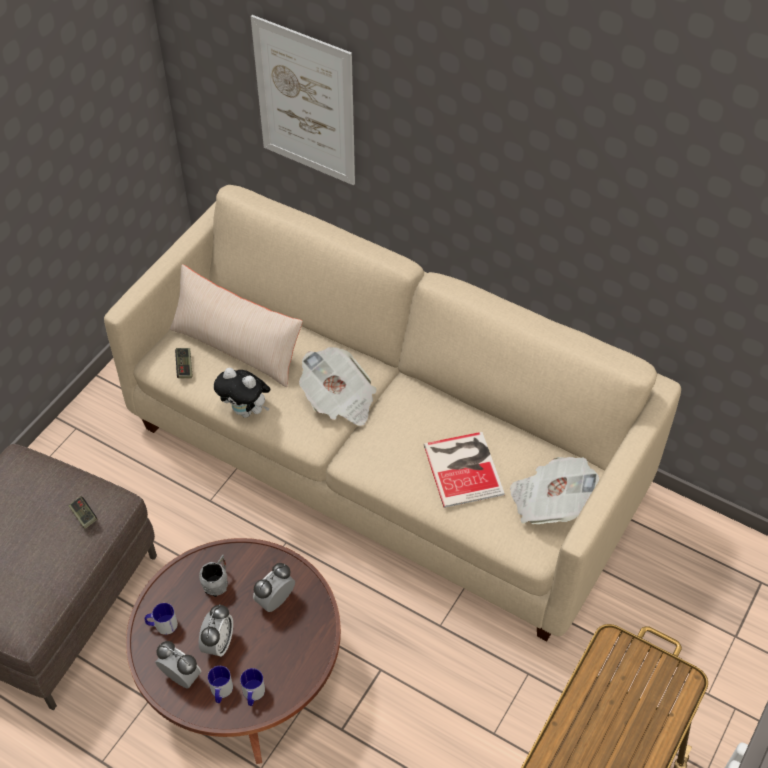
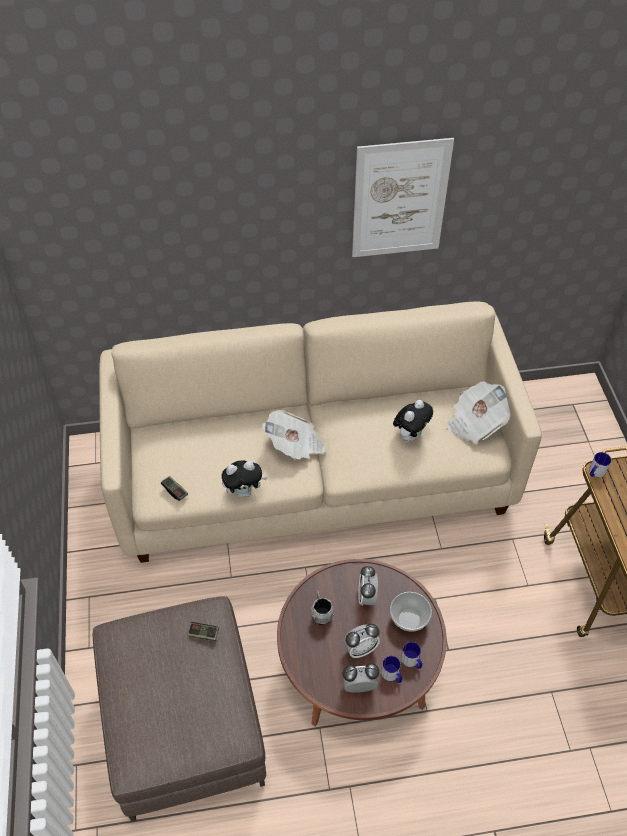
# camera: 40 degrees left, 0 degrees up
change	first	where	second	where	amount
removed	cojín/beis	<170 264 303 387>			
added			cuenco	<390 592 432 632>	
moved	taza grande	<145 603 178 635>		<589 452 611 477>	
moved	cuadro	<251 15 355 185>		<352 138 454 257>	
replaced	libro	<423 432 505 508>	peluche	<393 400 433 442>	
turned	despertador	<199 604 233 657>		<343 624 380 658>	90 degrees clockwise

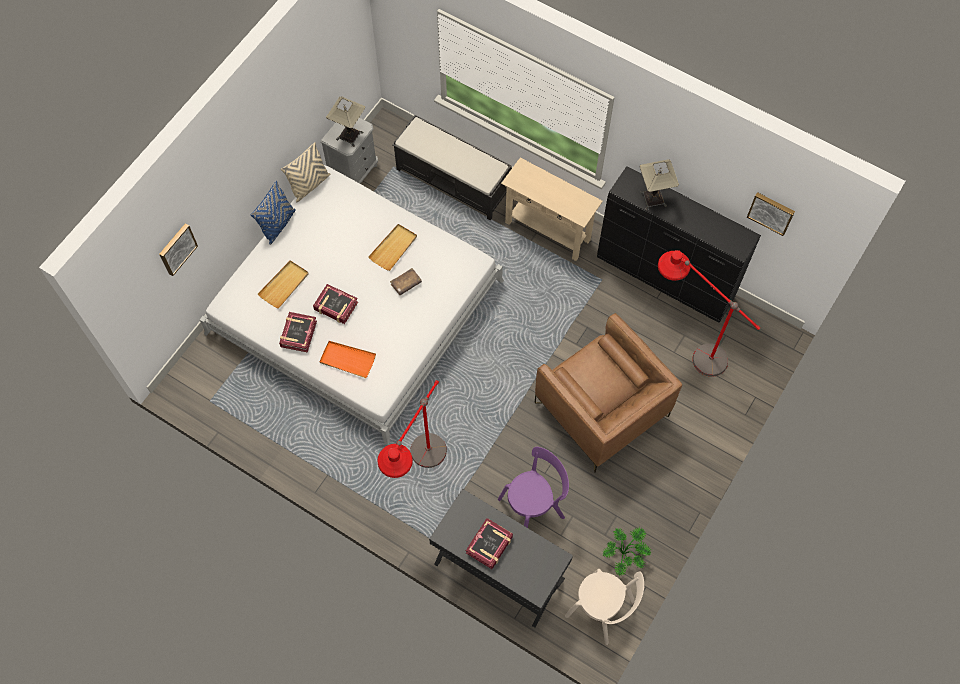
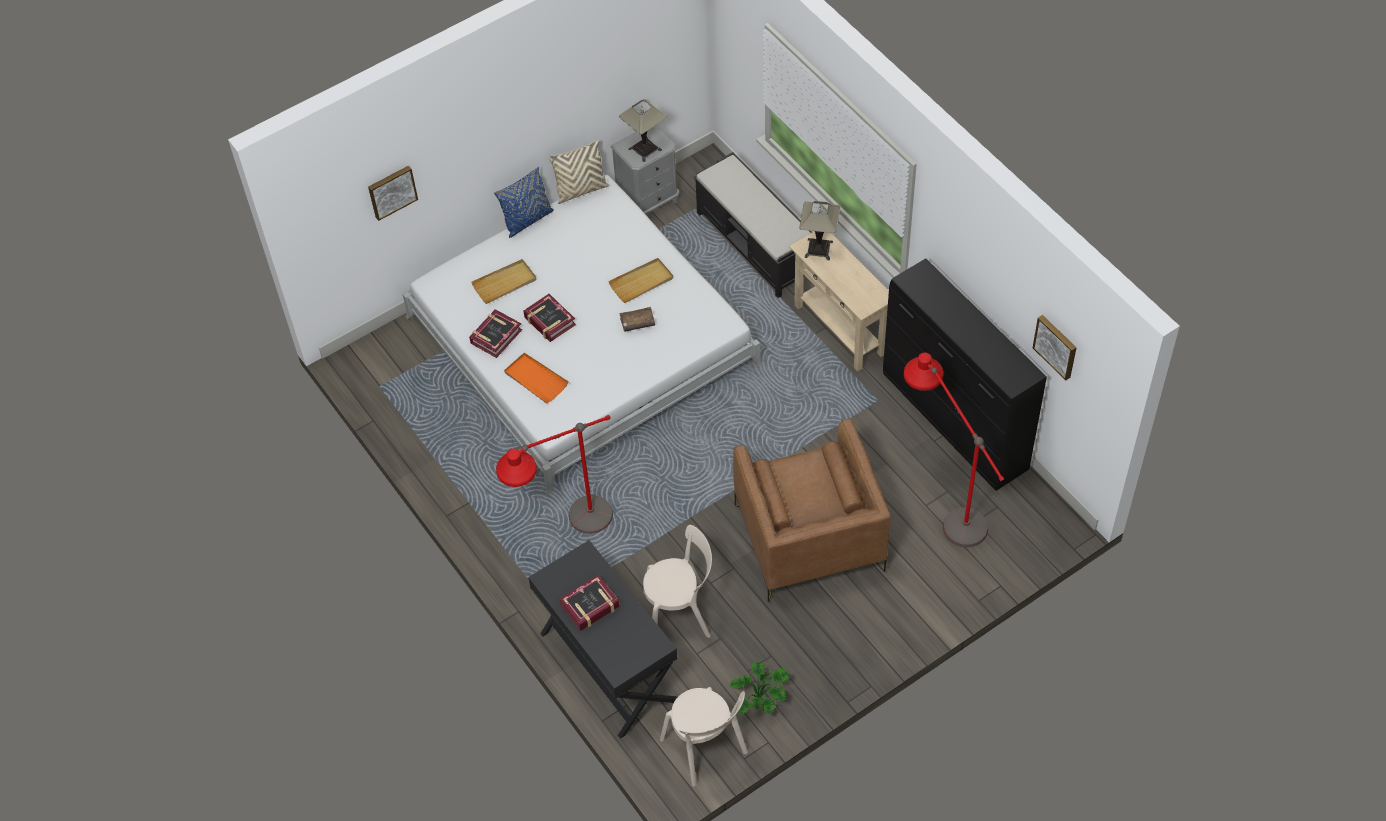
# camera: 25 degrees right, 10 degrees down
change	first	where	second	where	amount
moved	lámpara de mesa	<640 159 679 210>		<799 201 840 261>	
recoloured	silla/morado	<498 447 569 528>	silla/beis	<643 525 712 638>	

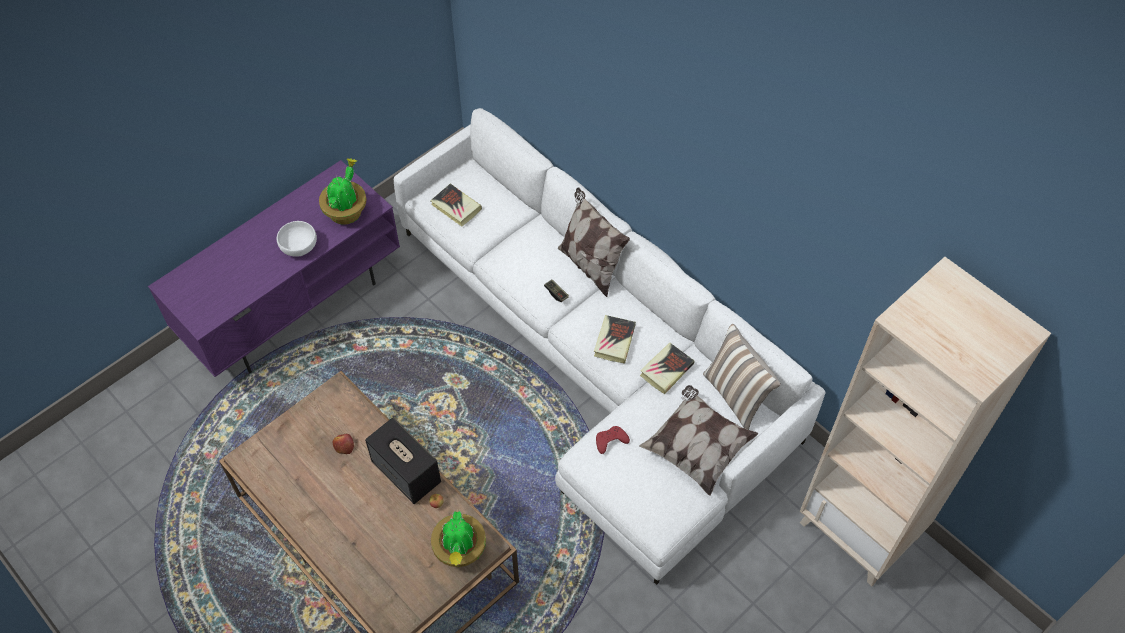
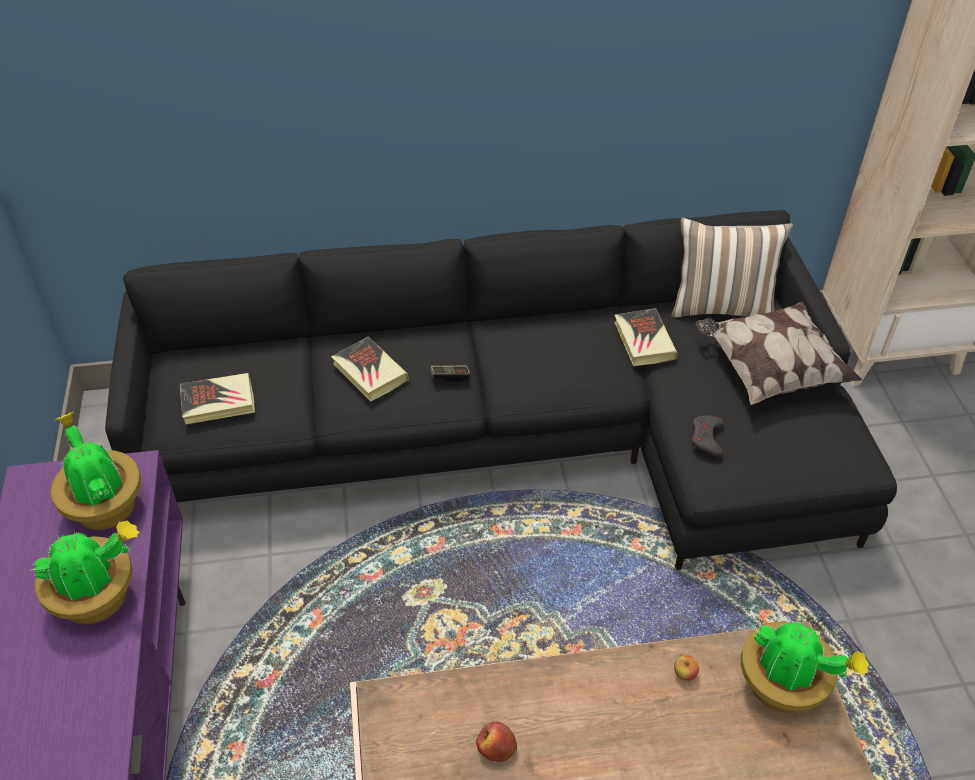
# camera: 55 degrees left, 10 degrees down
change	first	where	second	where	amount
removed	altavoz	<365 417 441 504>			
removed	cojín	<558 187 630 297>			
moved	libro	<594 315 636 364>		<331 336 409 402>	
replaced	cuenco/blanco	<277 221 317 257>	planta en maceta	<31 520 140 624>	
recoloured	sofá/blanco	<394 108 826 585>	sofá/negro	<105 210 897 570>	
recoloured	mando de consola/rojo	<596 426 630 454>	mando de consola/gris	<692 415 724 457>	

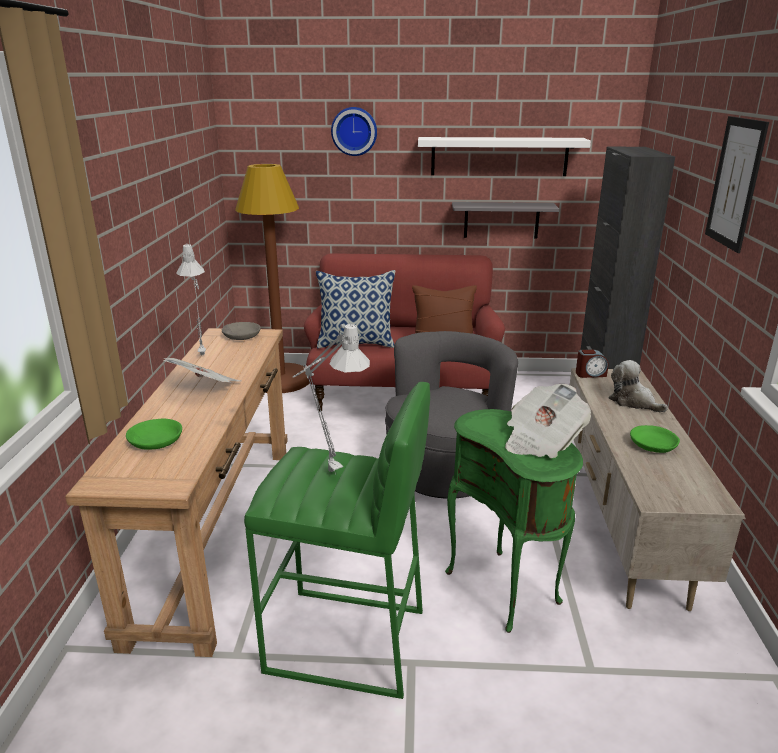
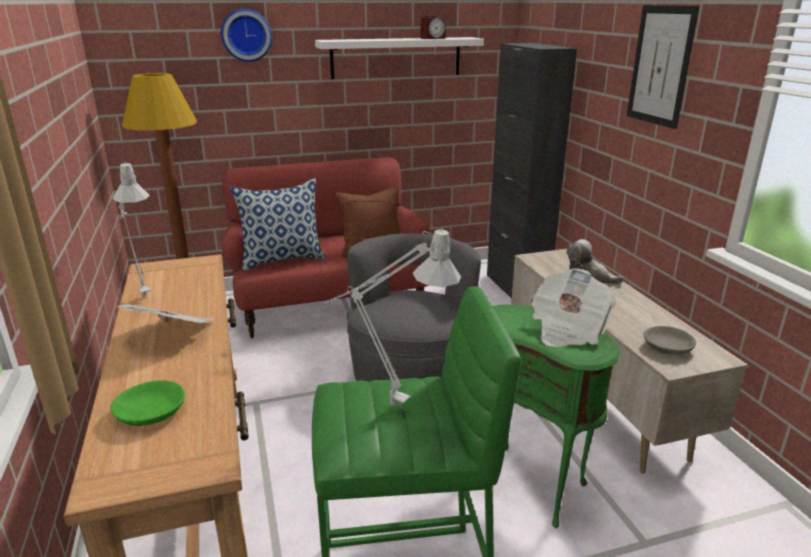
# camera: 20 degrees left, 0 degrees up
change	first	where	second	where	amount
removed	estante/gris	<452 202 559 238>			
removed	cuenco/verde	<630 425 680 453>			
moved	cuenco/gris	<222 322 261 340>		<644 326 696 355>	
moved	despertador	<576 349 608 378>		<421 16 446 39>	

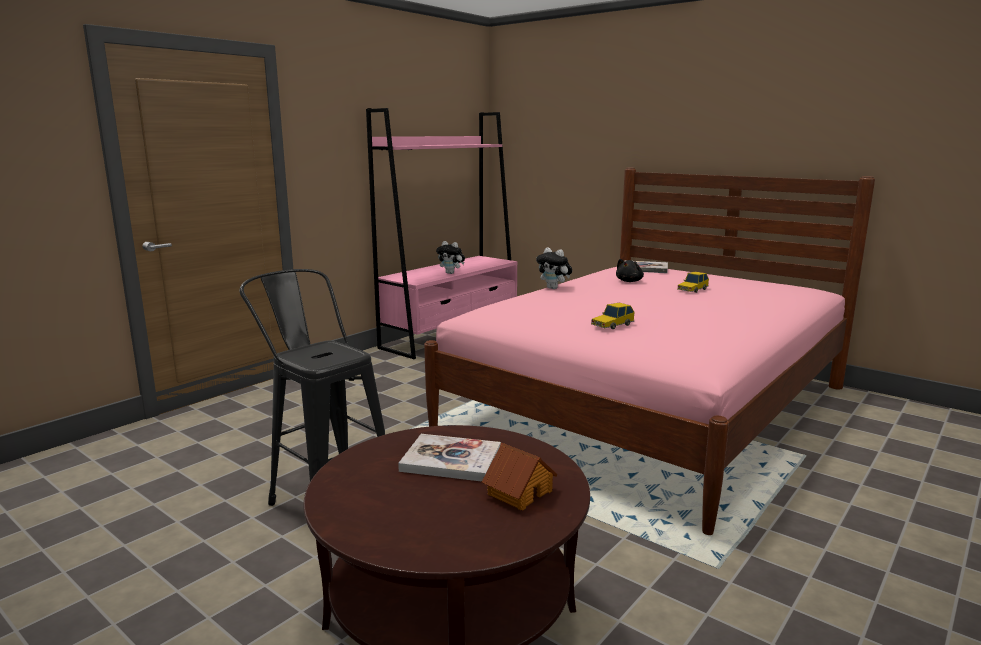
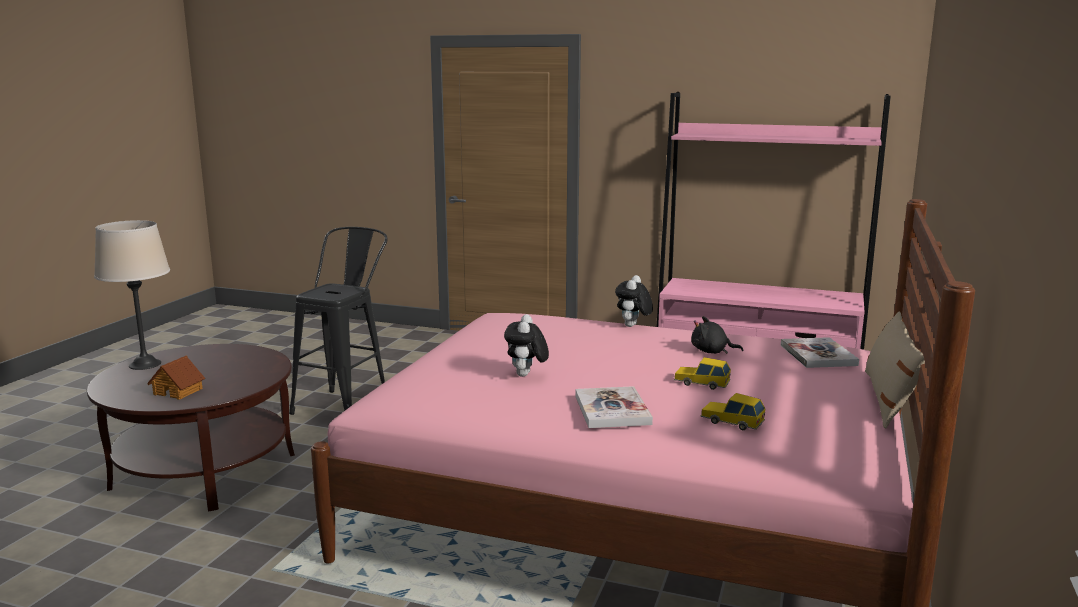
# camera: 70 degrees right, 0 degrees up
change	first	where	second	where	amount
added			lámpara de mesa/beis	<94 220 170 370>	
added			cojín/beis	<865 311 925 428>	
moved	libro	<398 434 501 482>		<575 386 653 428>	
moved	peluche	<436 241 465 274>		<504 314 549 377>	
moved	coche de juguete	<591 303 635 329>		<700 393 766 430>	

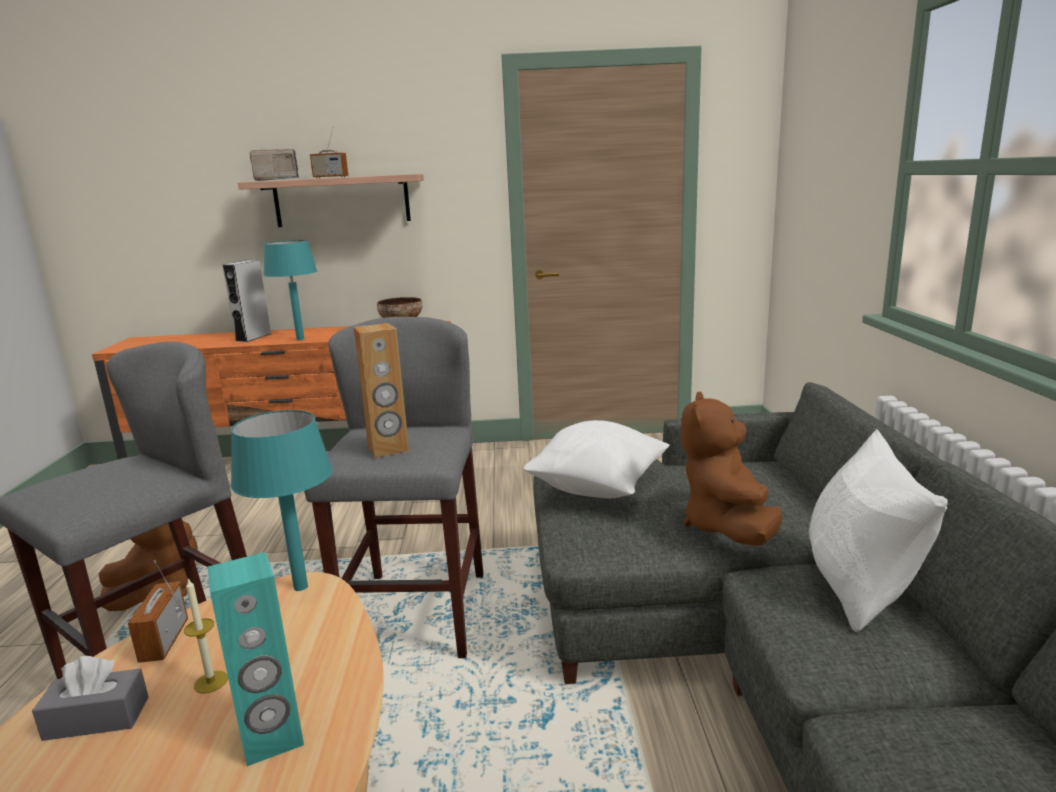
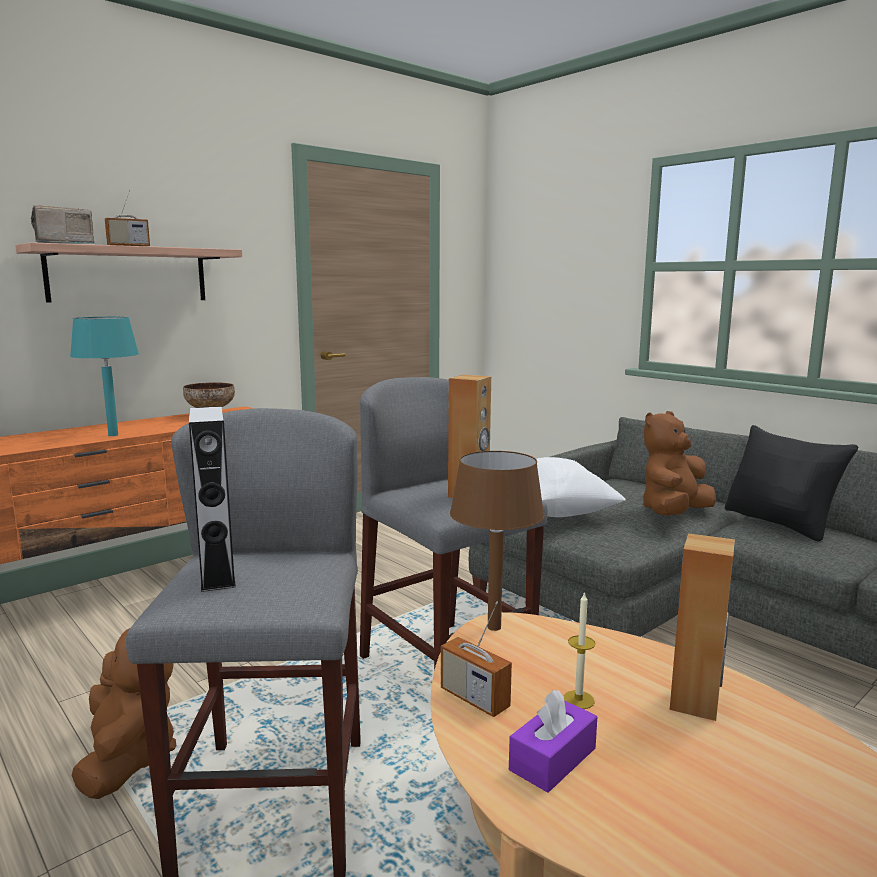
# camera: 40 degrees left, 5 degrees down
change	first	where	second	where	amount
moved	altavoz/gris	<223 260 271 342>		<189 407 236 592>	
recoloured	caja de pañuelos/gris	<32 656 149 741>	caja de pañuelos/morado	<509 689 597 793>	
recoloured	altavoz/turquesa	<207 552 304 766>	altavoz/marrón	<670 533 735 721>	
recoloured	lámpara de mesa/turquesa	<231 410 332 591>	lámpara de mesa/marrón	<450 451 545 631>	
recoloured	cojín/blanco	<809 429 948 632>	cojín/negro	<725 425 858 541>	
turned	peluche/marrón	<681 392 783 546>		<643 411 716 516>	75 degrees clockwise

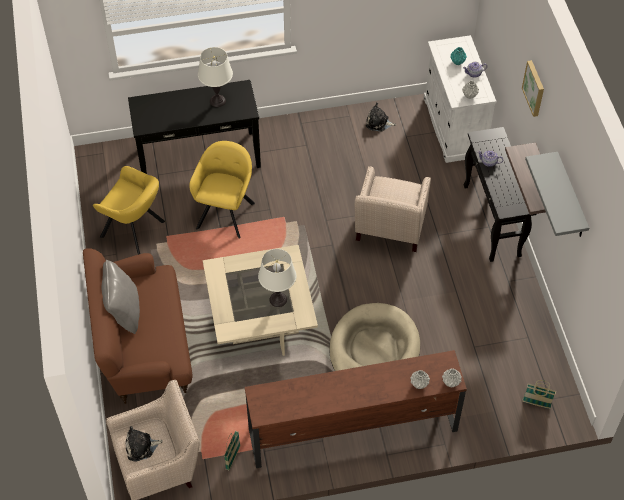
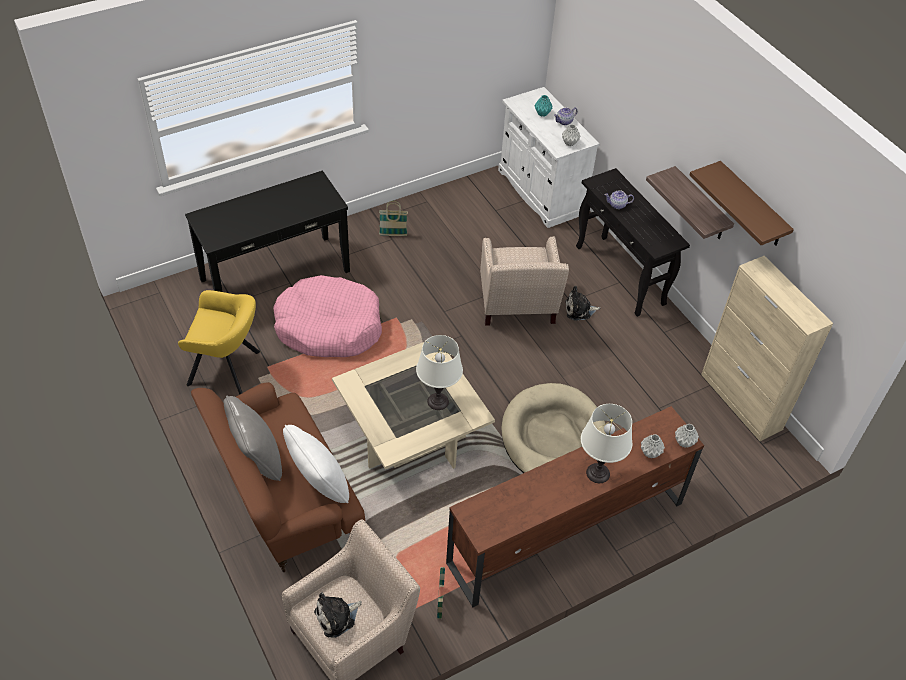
# camera: 20 degrees left, 5 degrees down
change	first	where	second	where	amount
removed	cuadro	<522 60 544 117>			
added			cojín/blanco	<283 425 349 503>	
added			armario/beis	<701 256 833 441>	
moved	lámpara de mesa/blanco	<198 47 233 107>		<581 404 632 483>	
moved	peluche	<366 102 396 132>		<565 286 600 320>	
moved	cesta	<522 380 556 409>		<379 201 408 236>	
replaced	sillón/amarillo	<189 141 255 239>	cama para perro/rosa	<273 275 382 357>	
recoloured	estante/gris	<525 152 589 237>	estante/marrón	<689 161 794 246>	

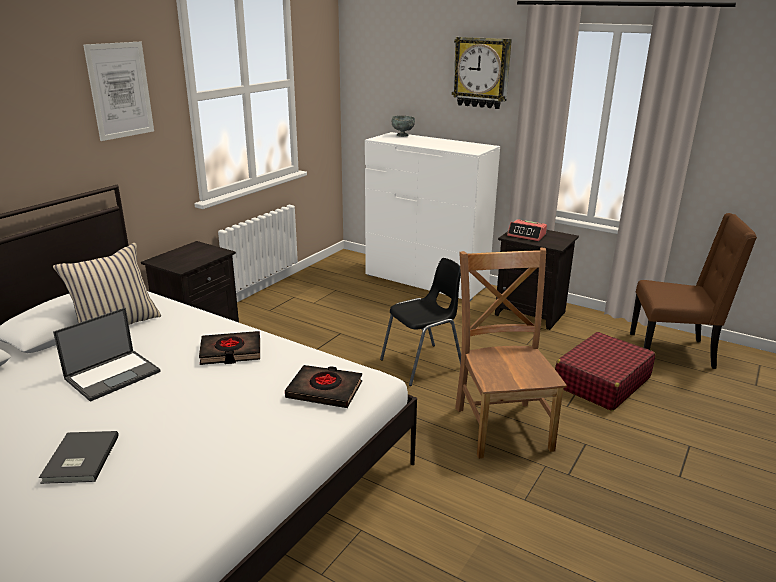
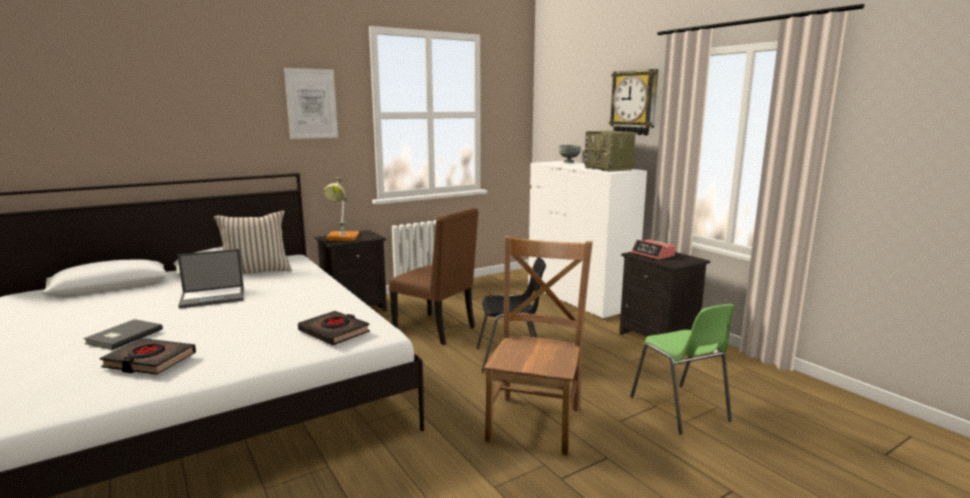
# camera: 25 degrees right, 10 degrees down
change	first	where	second	where	amount
added			lámpara de mesa	<324 177 359 241>	
added			radio	<584 131 636 172>	
moved	libro/negro	<199 331 260 365>		<100 338 196 375>	
moved	silla/marrón	<630 213 757 369>		<389 208 479 345>	
replaced	maleta/rojo	<555 332 656 411>	silla/verde	<630 304 735 434>	

